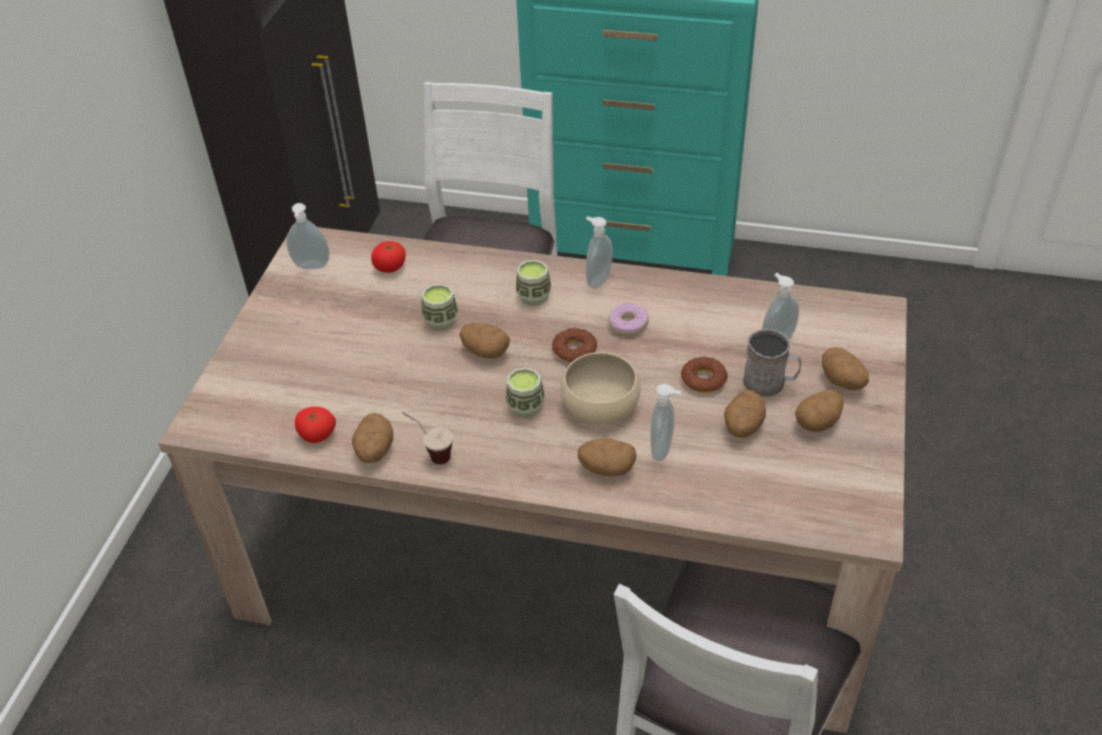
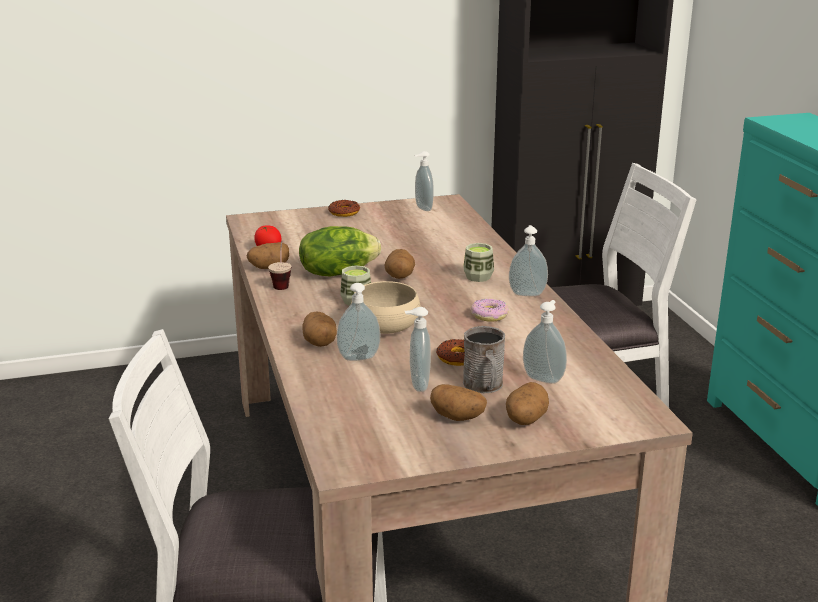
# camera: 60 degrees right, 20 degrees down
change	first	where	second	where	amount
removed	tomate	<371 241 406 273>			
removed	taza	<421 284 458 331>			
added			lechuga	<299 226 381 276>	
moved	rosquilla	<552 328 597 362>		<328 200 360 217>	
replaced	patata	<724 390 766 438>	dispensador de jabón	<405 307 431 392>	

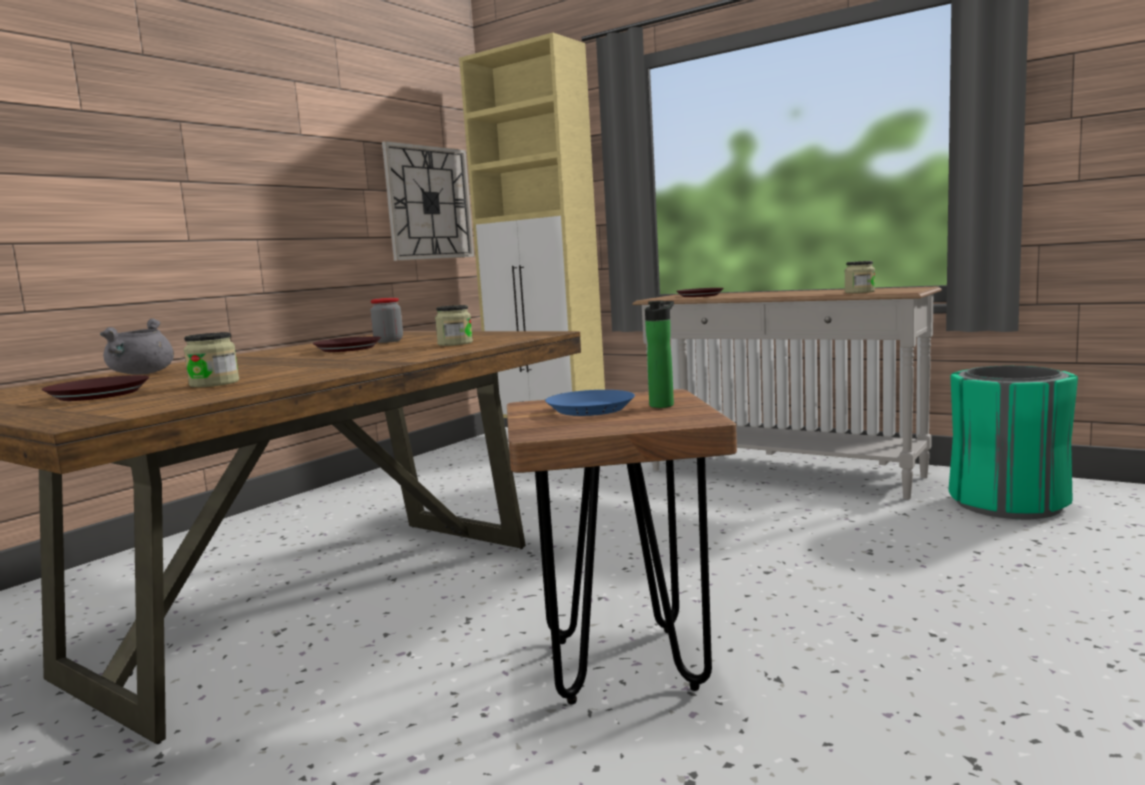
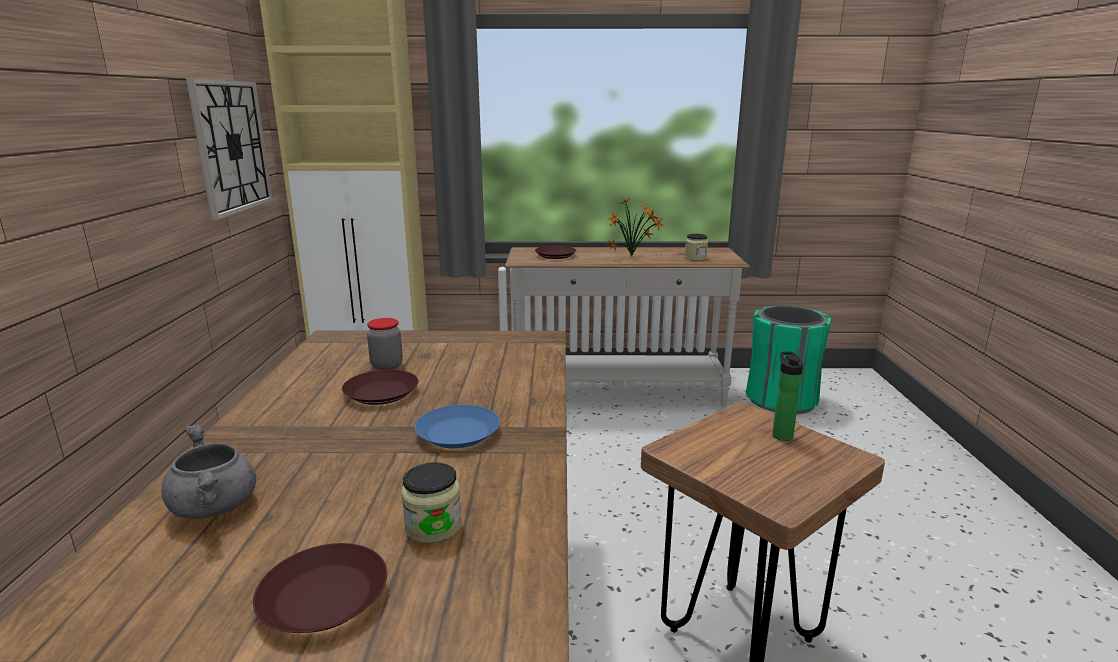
# camera: 35 degrees left, 10 degrees up
change	first	where	second	where	amount
removed	tarro	<435 305 473 346>			
added			planta en maceta	<608 198 664 256>	
moved	plato/azul	<545 390 635 416>		<415 404 500 448>	

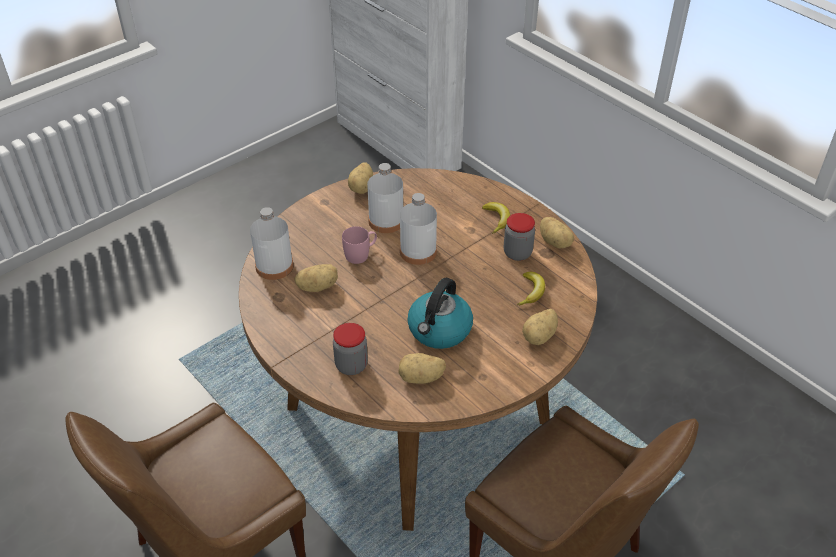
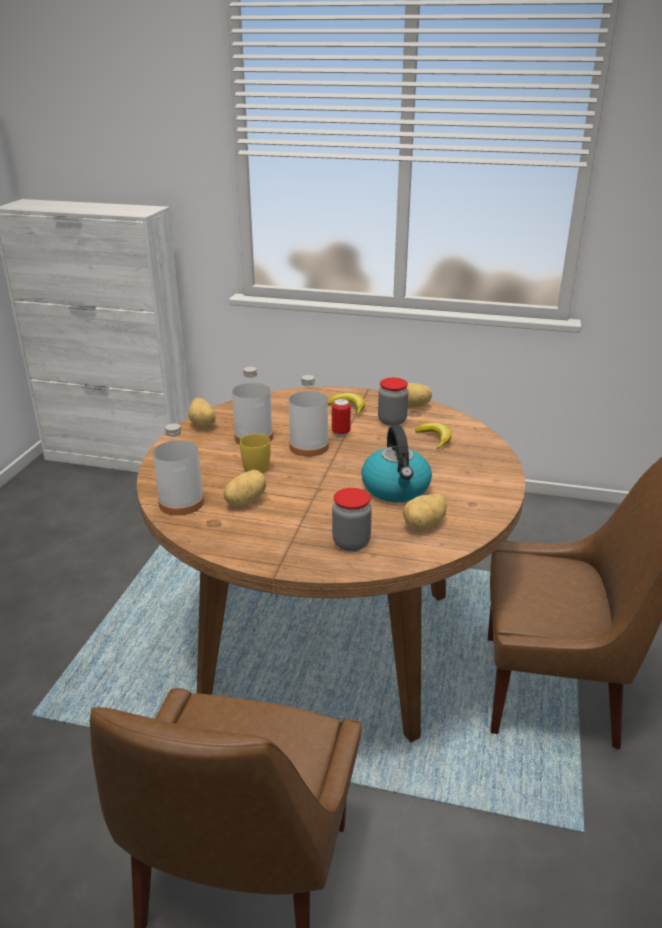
# camera: 35 degrees left, 15 degrees down
change	first	where	second	where	amount
removed	patata	<522 309 558 345>			
added			lata	<332 399 351 437>	
recoloured	taza grande/rosa	<342 226 377 264>	taza grande/amarillo	<240 434 271 473>	

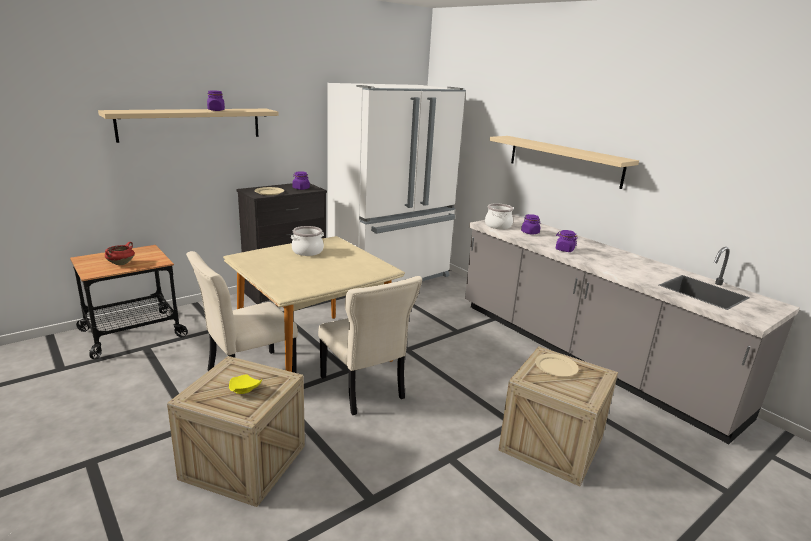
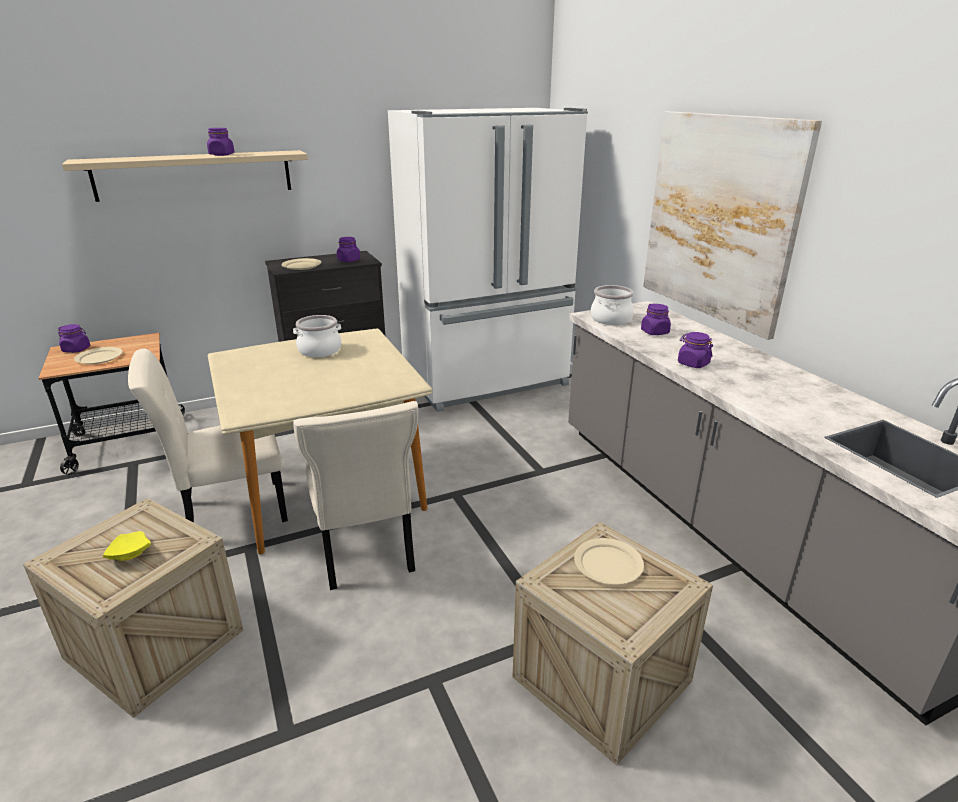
# camera: 15 degrees right, 5 degrees up
change	first	where	second	where	amount
added			tarro/morado	<58 324 91 353>	
replaced	olla/rojo	<105 242 135 265>	plato/beis	<74 347 123 364>	
replaced	estante/beis	<490 136 639 189>	cuadro	<643 111 822 340>	

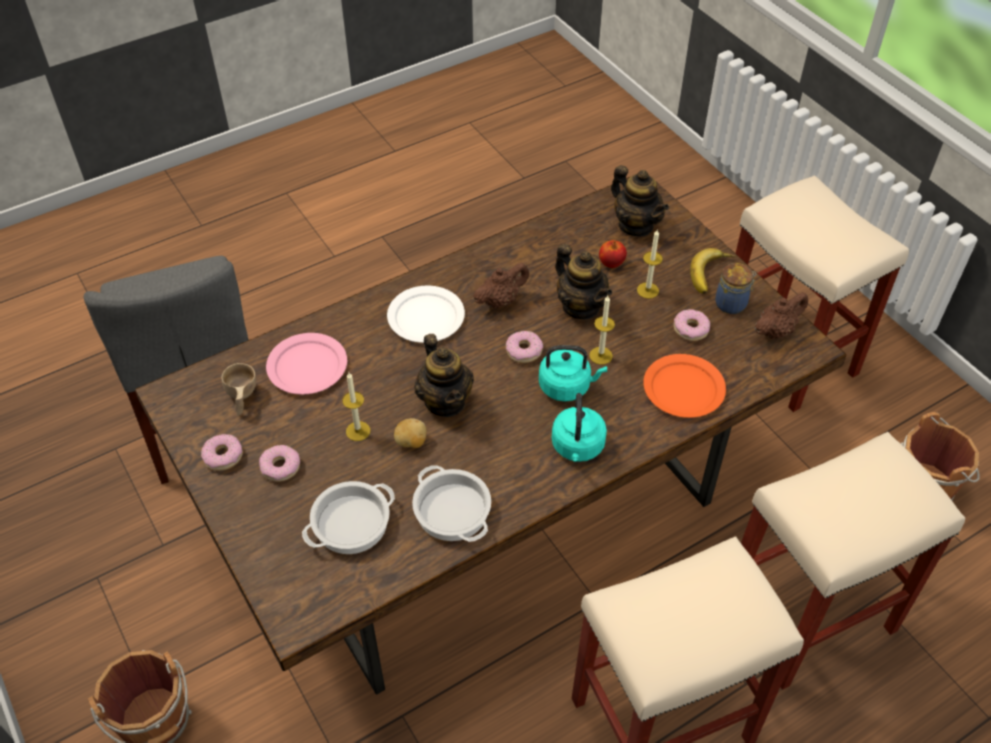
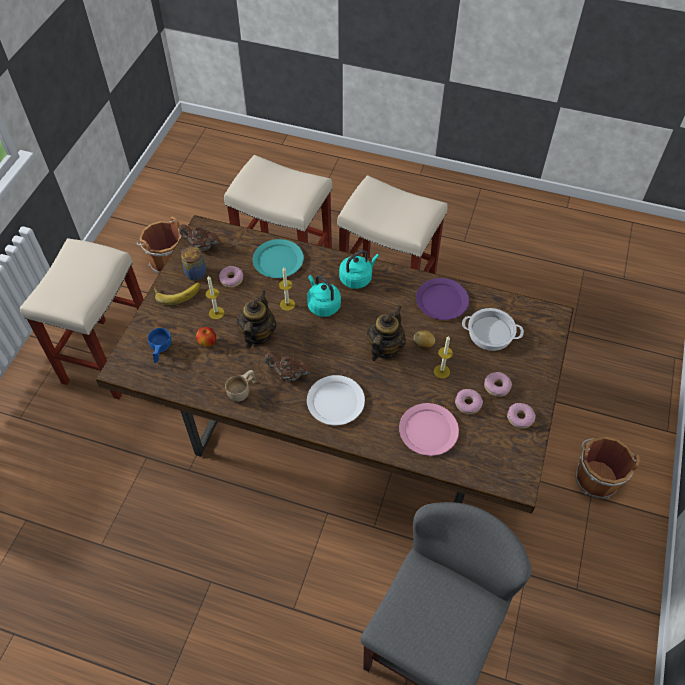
# camera: 130 degrees left, 5 degrees up
change	first	where	second	where	amount
moved	taza/beis	<222 363 256 415>		<225 370 256 402>	
moved	rosquilla	<506 331 543 363>		<455 389 483 414>	
replaced	olla	<412 465 491 542>	plato/morado	<416 278 469 320>	
replaced	tetera	<611 165 669 236>	taza/azul	<148 328 171 363>	
recoloured	plato/naranja	<643 354 726 418>	plato/turquesa	<253 239 304 278>	

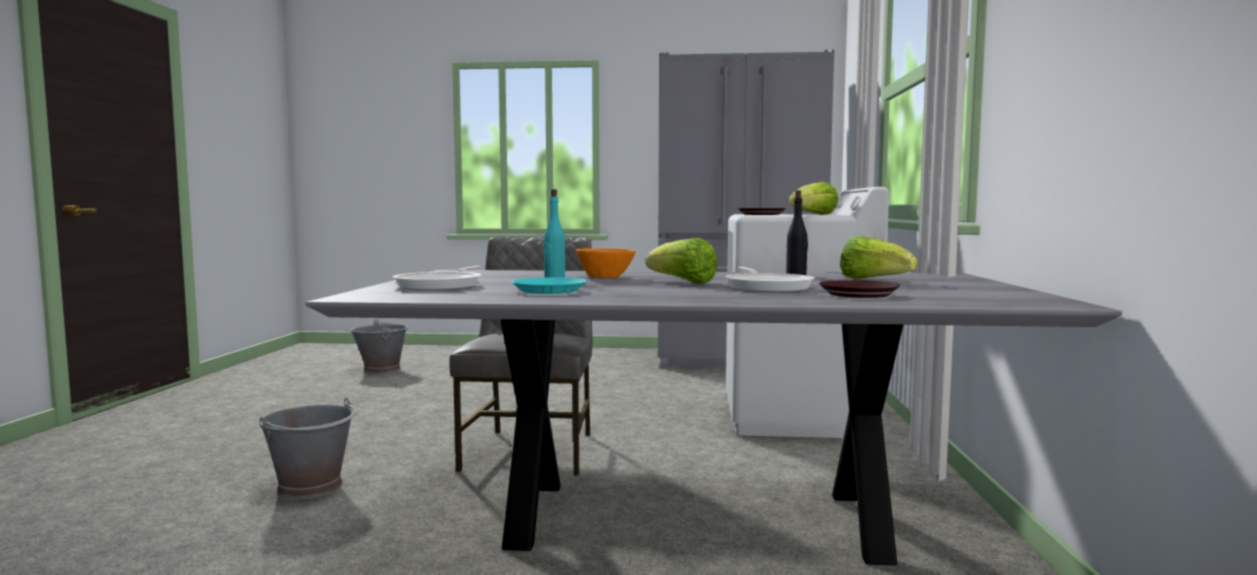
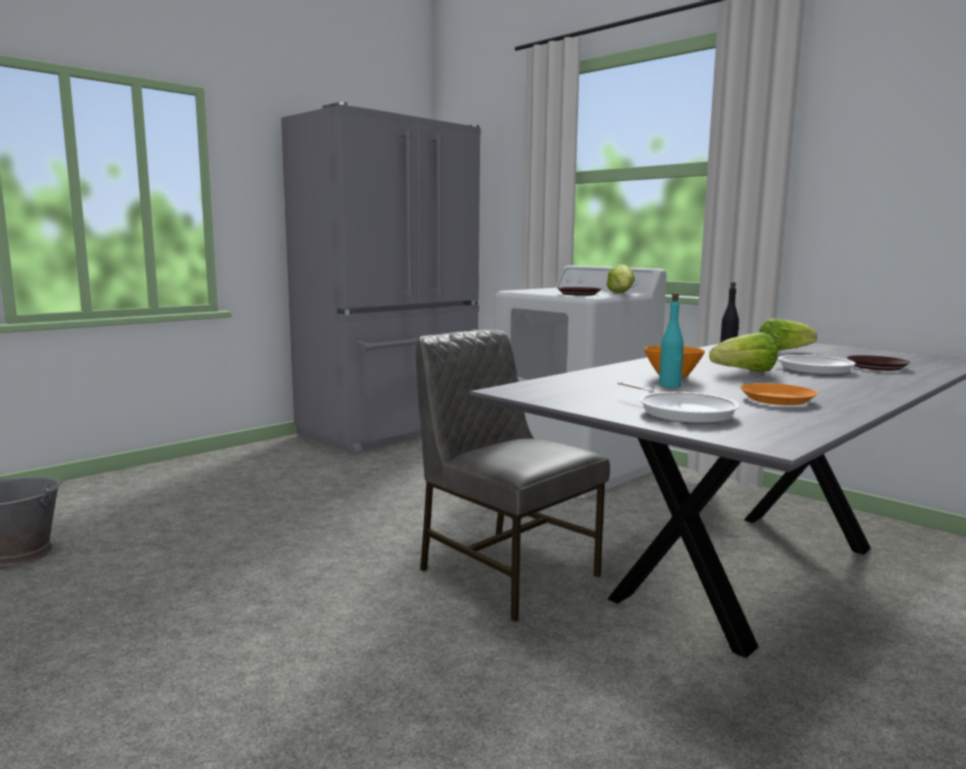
# camera: 50 degrees left, 5 degrees up
change	first	where	second	where	amount
removed	cubo/gris	<259 398 356 499>			
recoloured	plato/turquesa	<512 277 587 294>	plato/naranja	<740 383 818 405>	

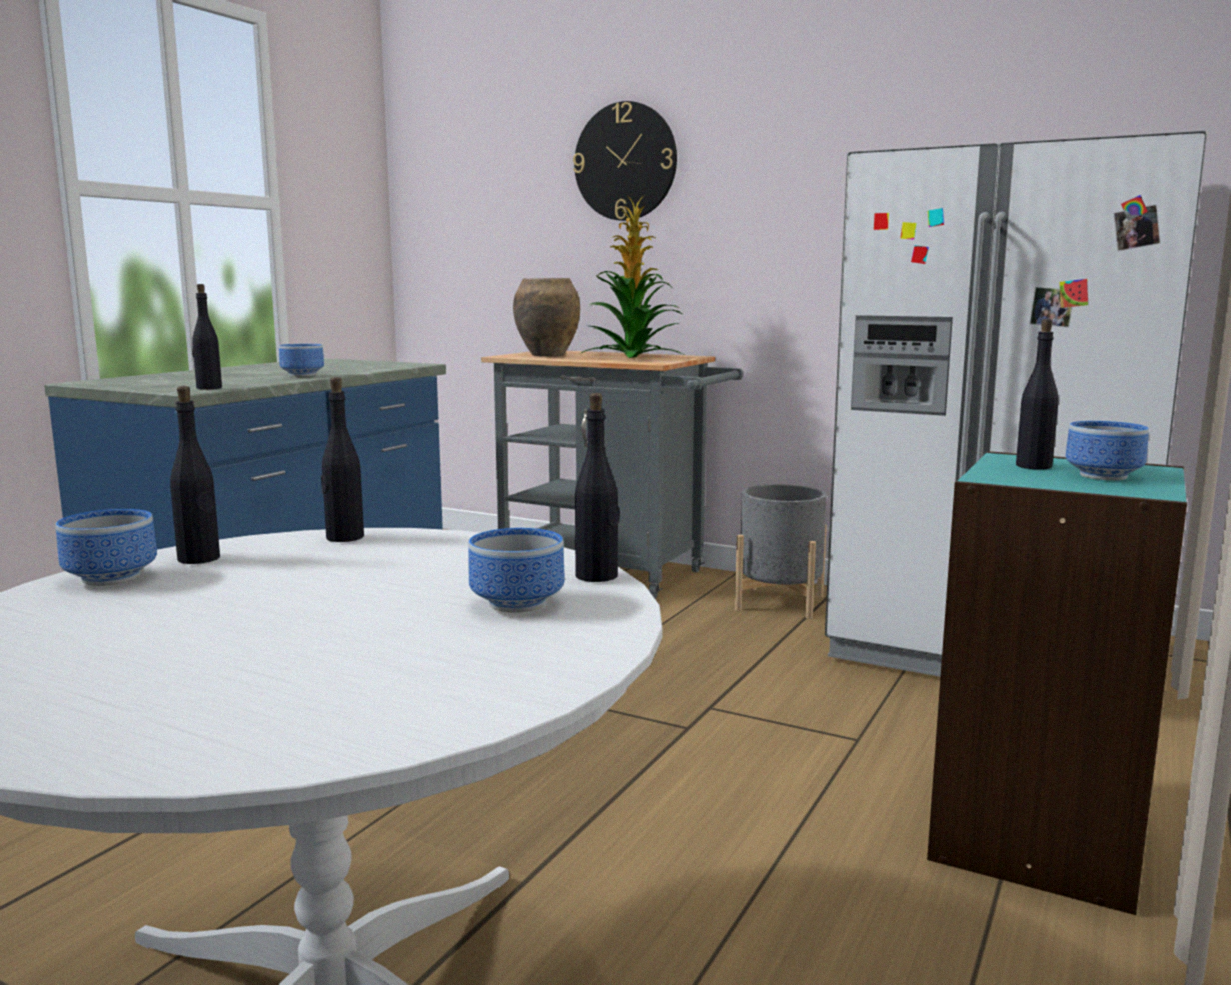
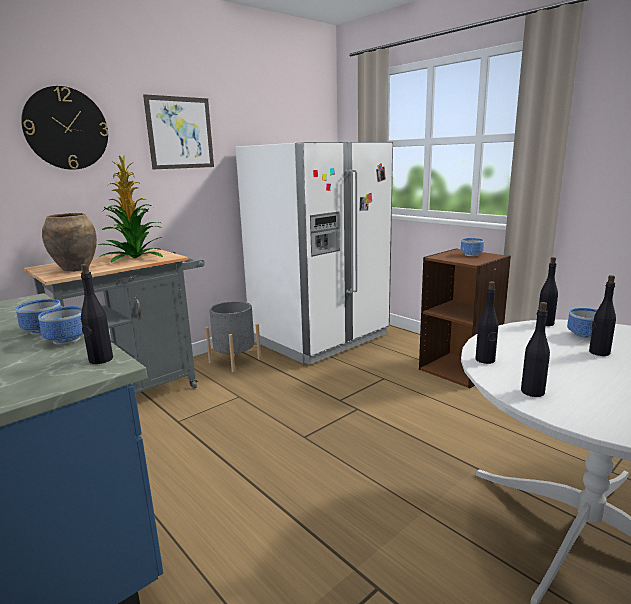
# camera: 70 degrees left, 5 degrees up
change	first	where	second	where	amount
added			cuadro	<143 94 214 169>	
moved	cuenco	<56 509 157 586>		<38 306 83 345>	
moved	botella/negro	<1016 319 1058 470>		<589 275 616 356>	
recoloured	estantería/turquesa	<927 451 1187 915>	estantería/marrón	<419 248 511 388>	

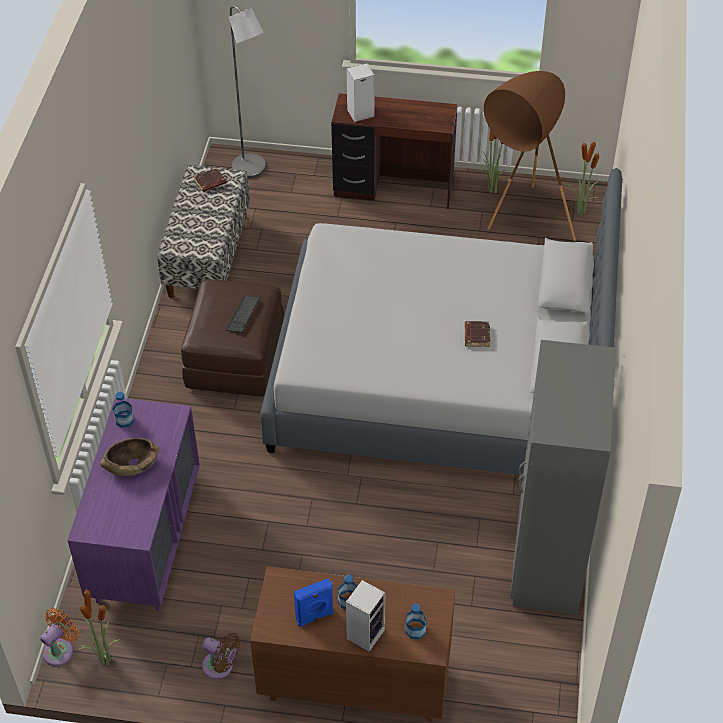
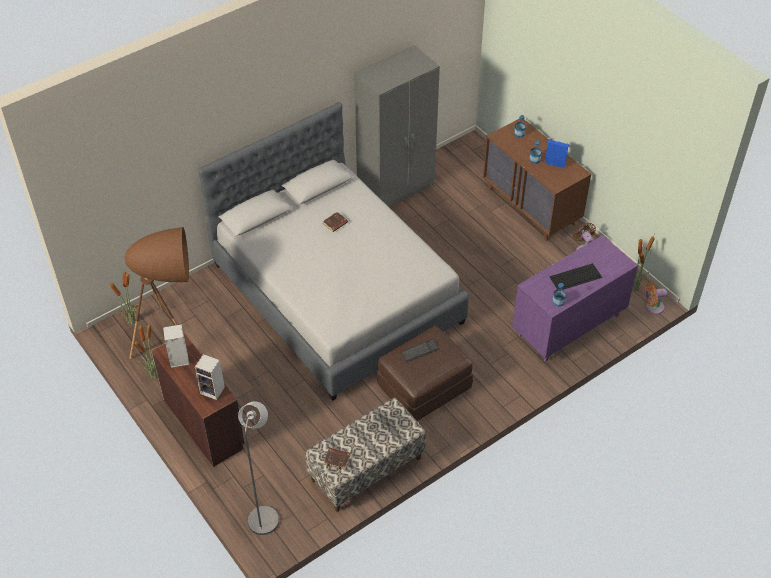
# camera: 135 degrees left, 0 degrees up
change	first	where	second	where	amount
moved	altavoz	<346 580 385 652>		<163 324 189 368>	
replaced	cuenco/marrón	<100 438 160 476>	teclado	<549 263 602 290>	

